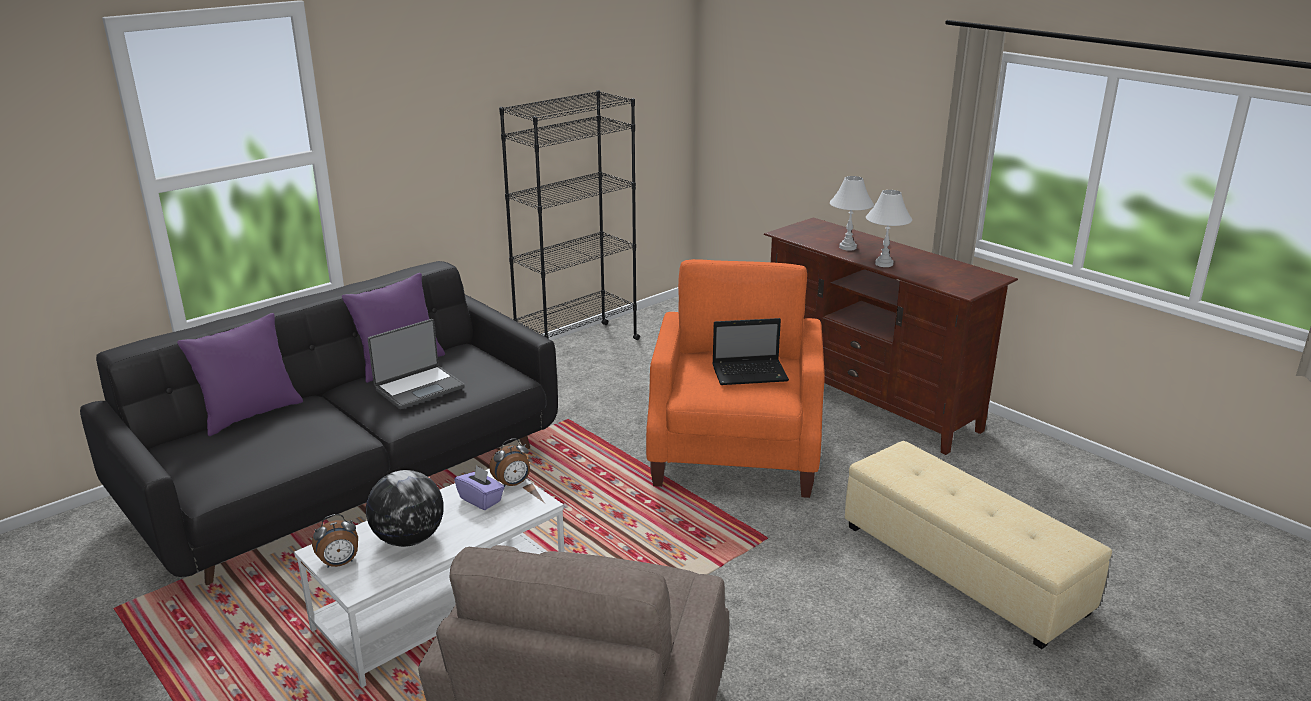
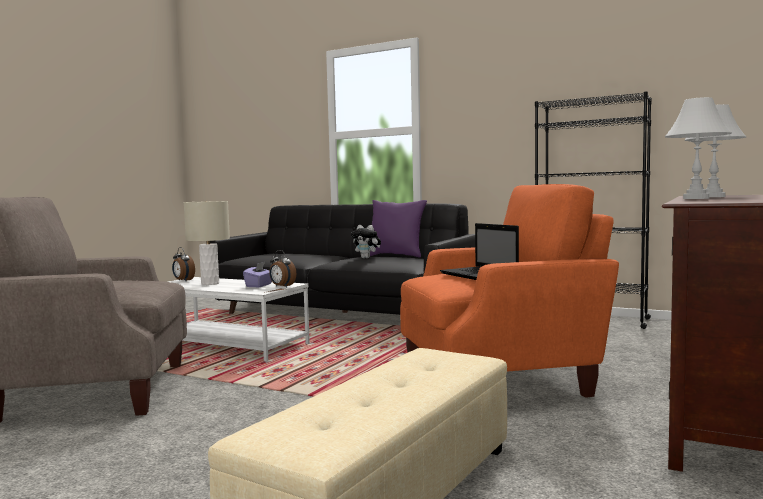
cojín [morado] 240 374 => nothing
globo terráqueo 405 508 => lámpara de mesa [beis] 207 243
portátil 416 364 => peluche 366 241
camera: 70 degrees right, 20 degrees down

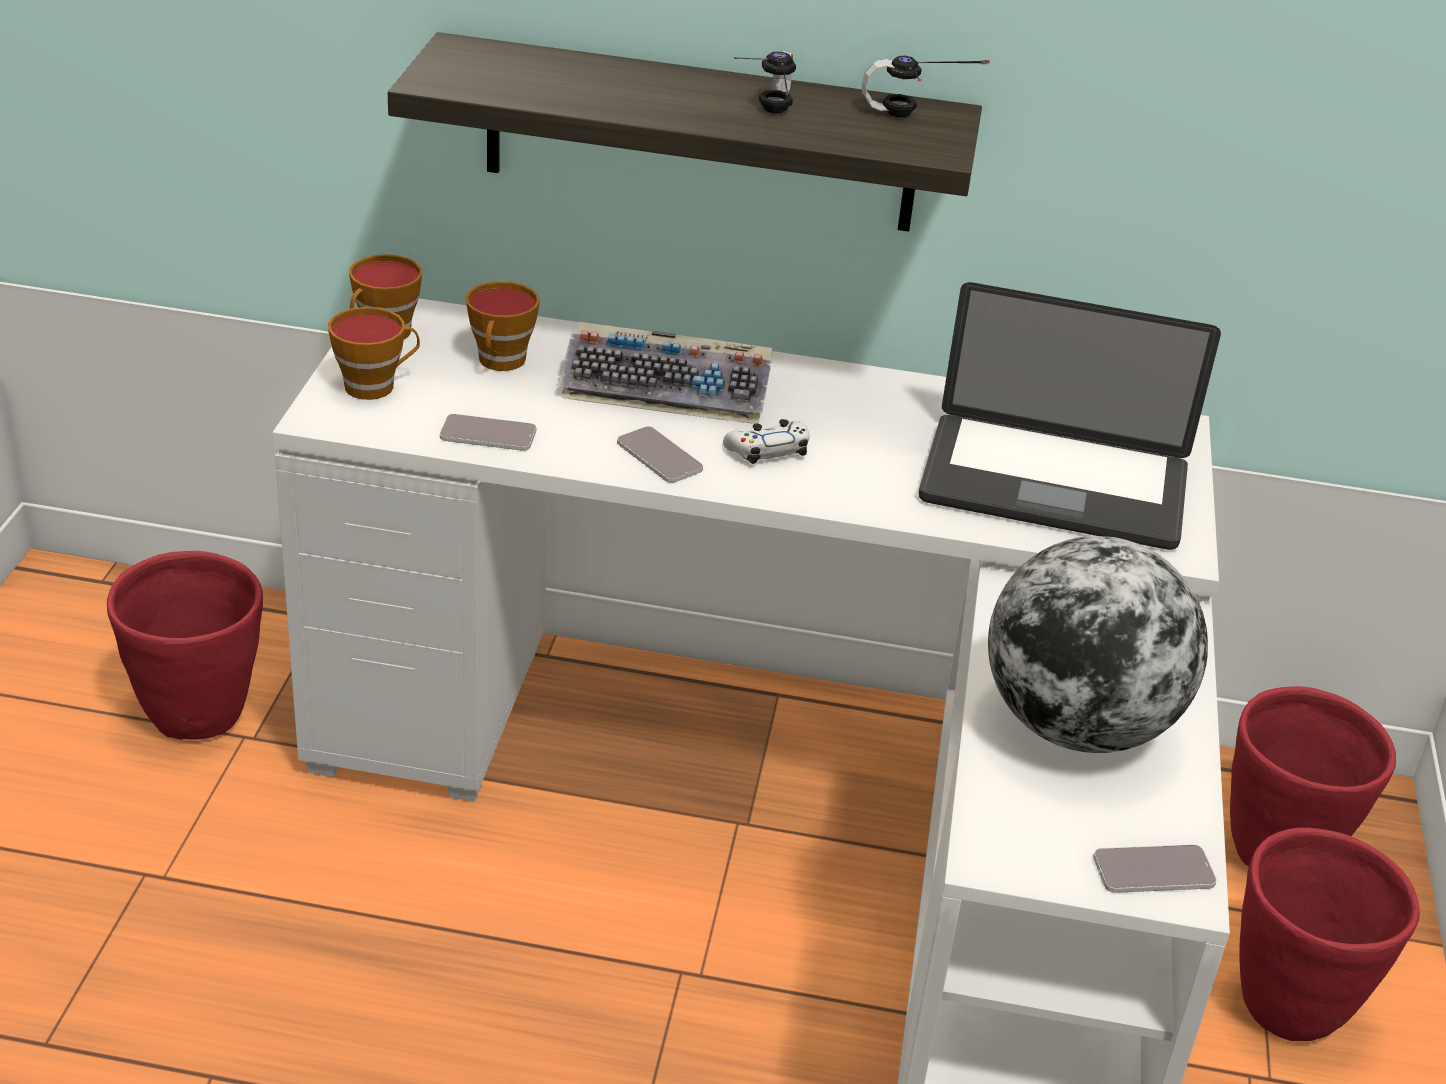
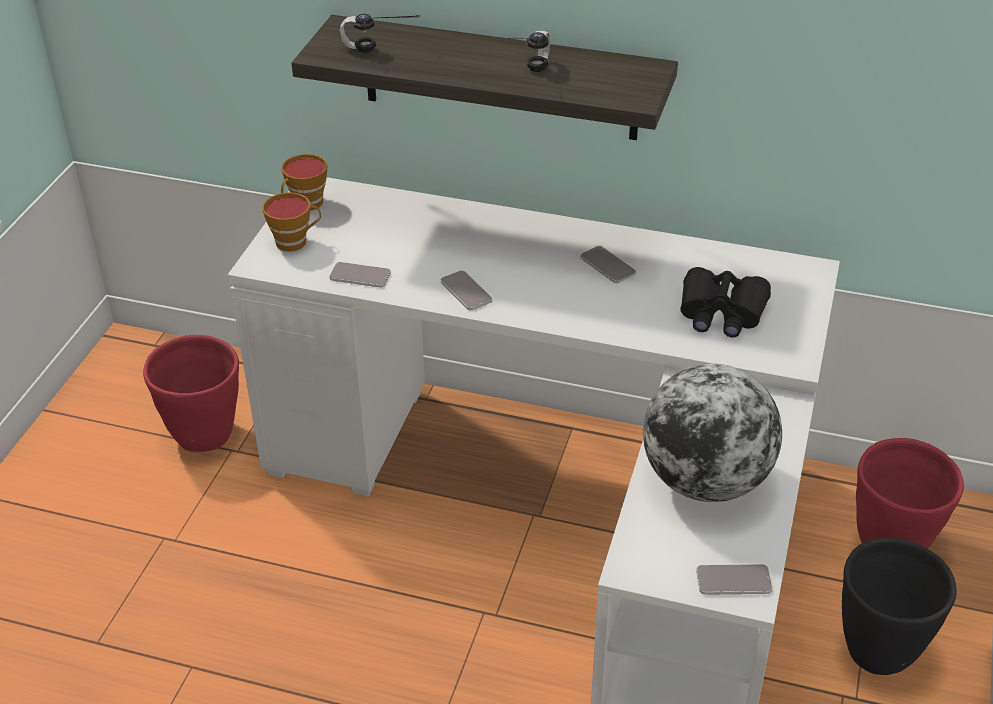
taza 502 326 => nothing
teclado 665 373 => nothing
mando de consola [blanco] 766 441 => nothing
auriculares 926 86 => auriculares 380 33, shifted
portátil 1070 416 => prismáticos [negro] 725 302
maceta [rojo] 1329 934 => maceta [negro] 899 606
nothing => móvil 608 264
camera: 10 degrees right, 5 degrees up

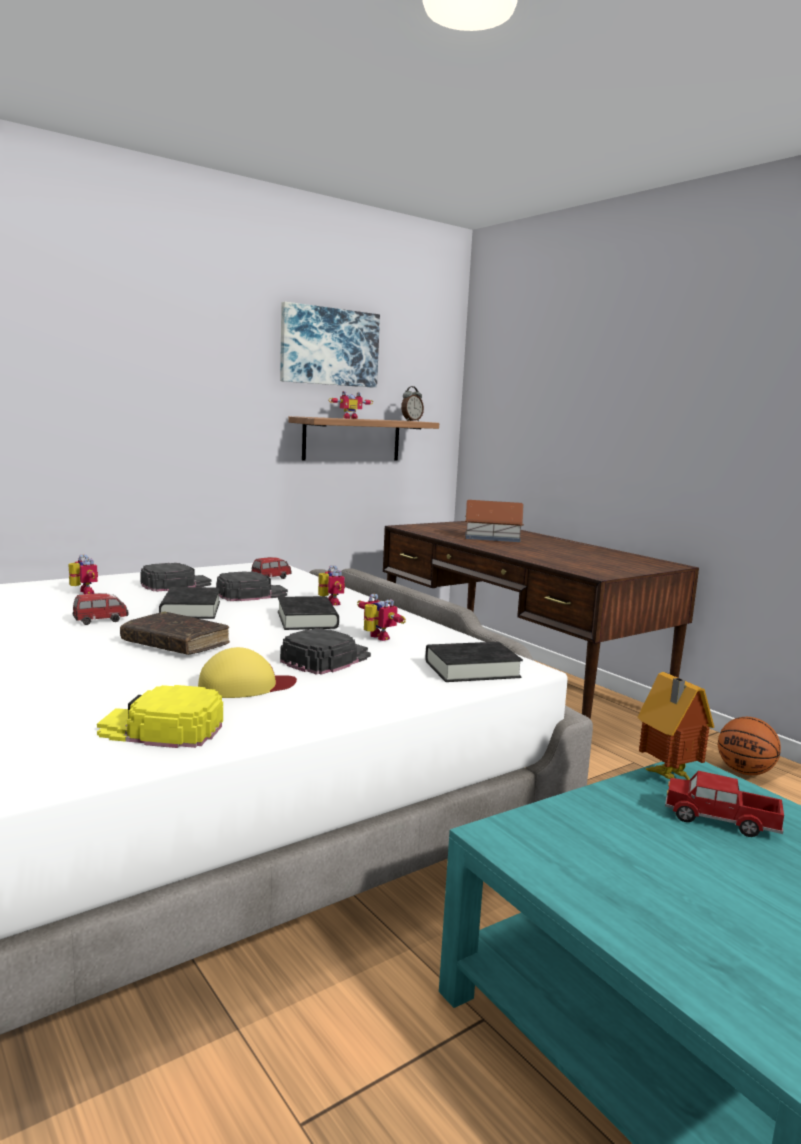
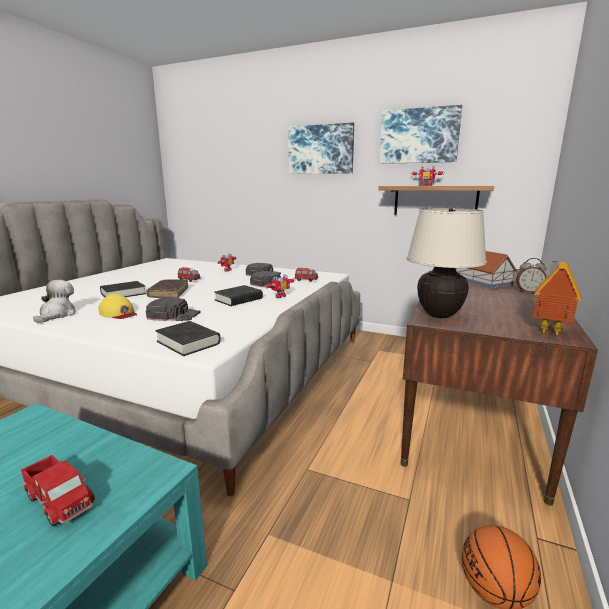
gorra [amarillo] 160 716 => peluche 54 301
libro [negro] 189 603 => libro [negro] 123 289, shifted
robot de juguete 381 617 => nothing
despertador 412 403 => despertador 531 275, shifted
casita 675 726 => casita 557 299, shifted
camión de juguete 724 804 => camión de juguete 58 491, 135 degrees clockwise
nothing => cuadro 321 148
nothing => lámpara de mesa [beis] 446 263
camera: 60 degrees right, 5 degrees up

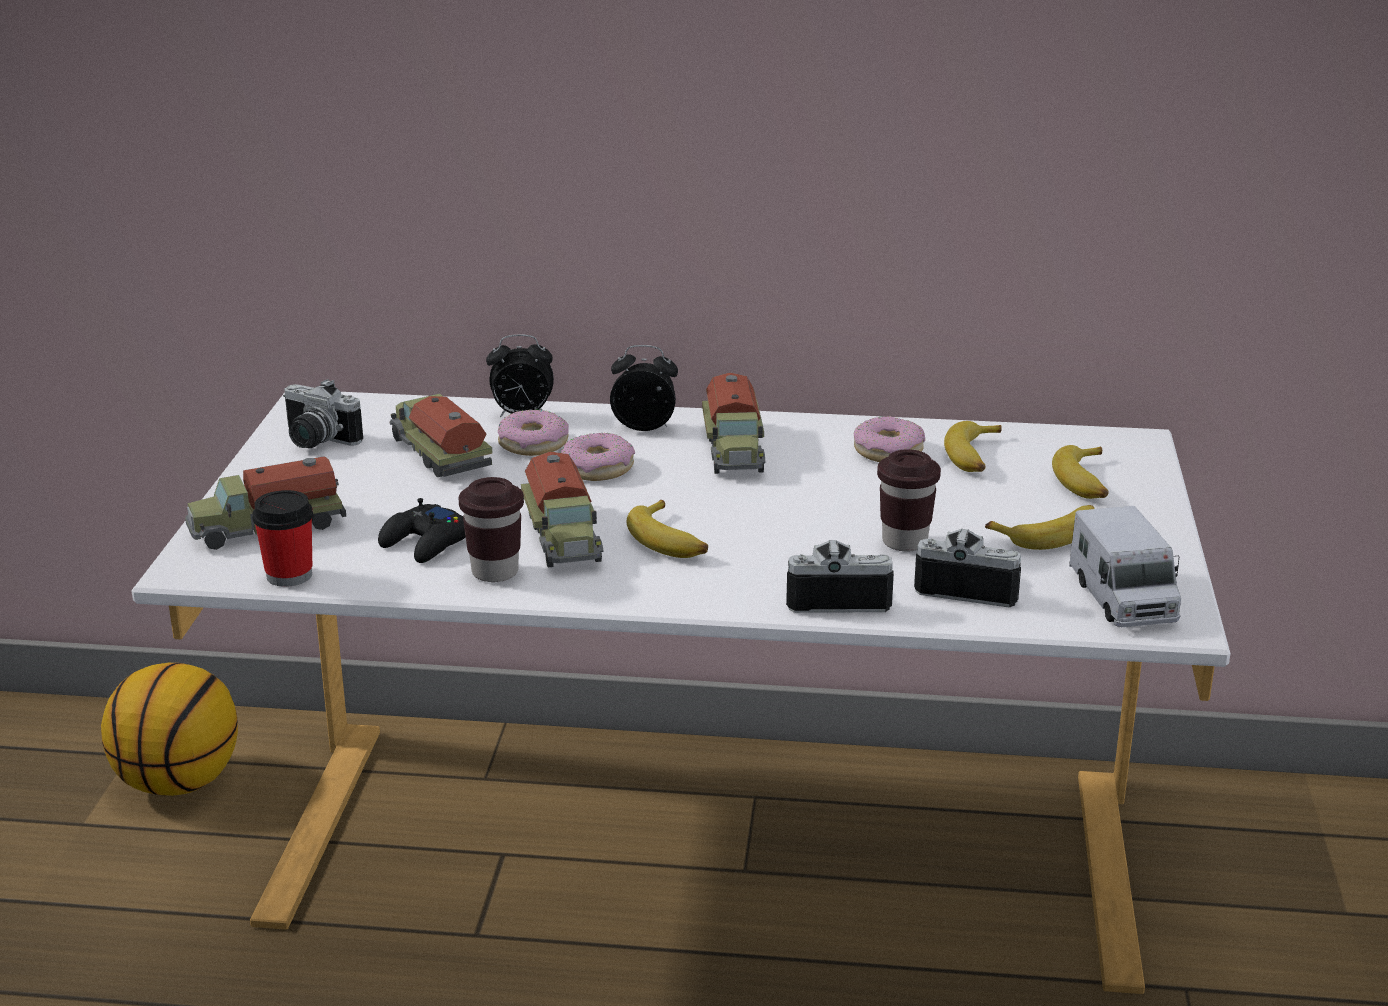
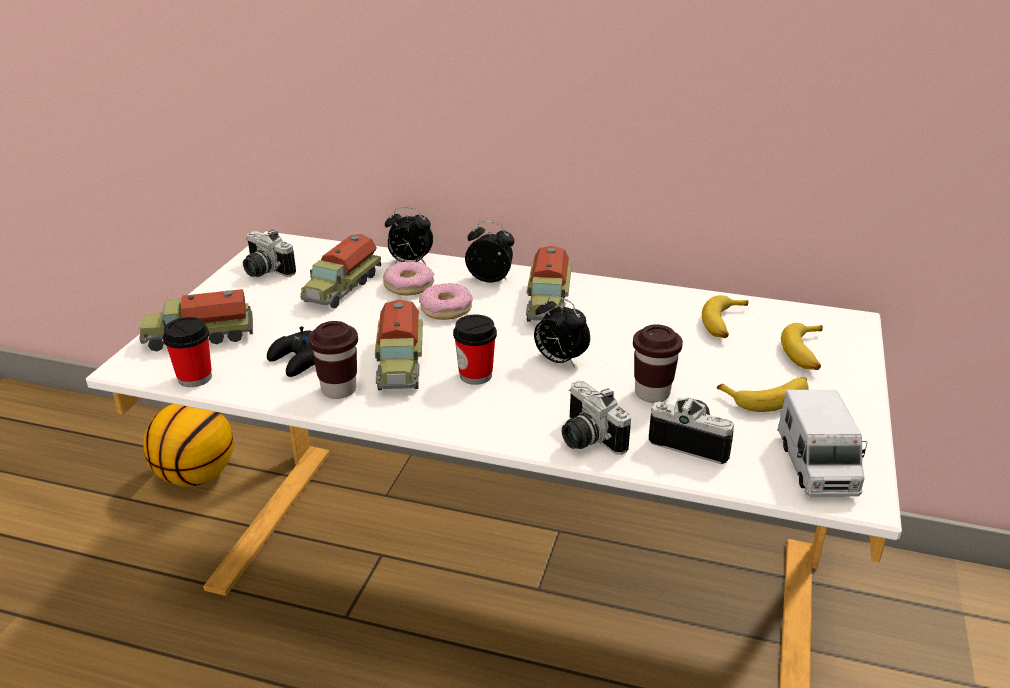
camión de juguete 440 435 => camión de juguete 340 271, 135 degrees counterclockwise
plátano 667 529 => taza 475 350
cámara 840 576 => cámara 596 418, 135 degrees counterclockwise
rosquilla 889 439 => nothing
nothing => despertador 562 332
camera: 10 degrees right, 5 degrees up

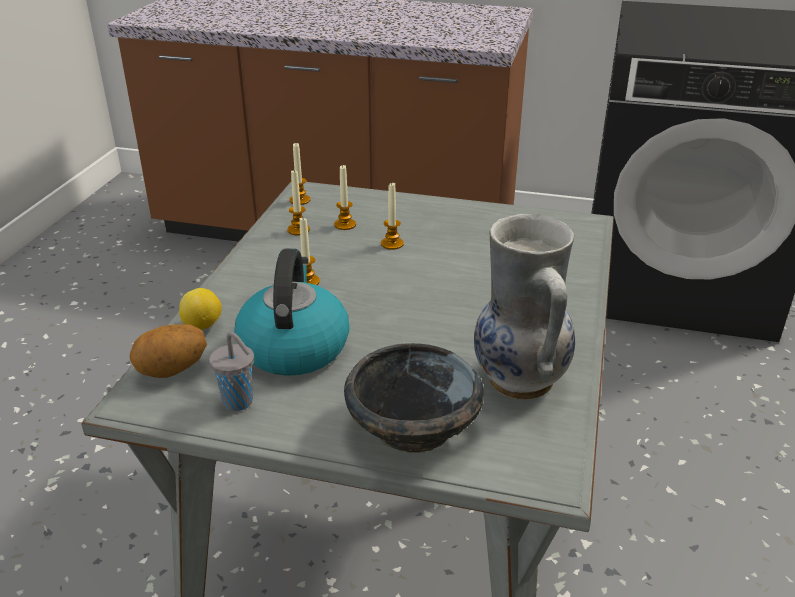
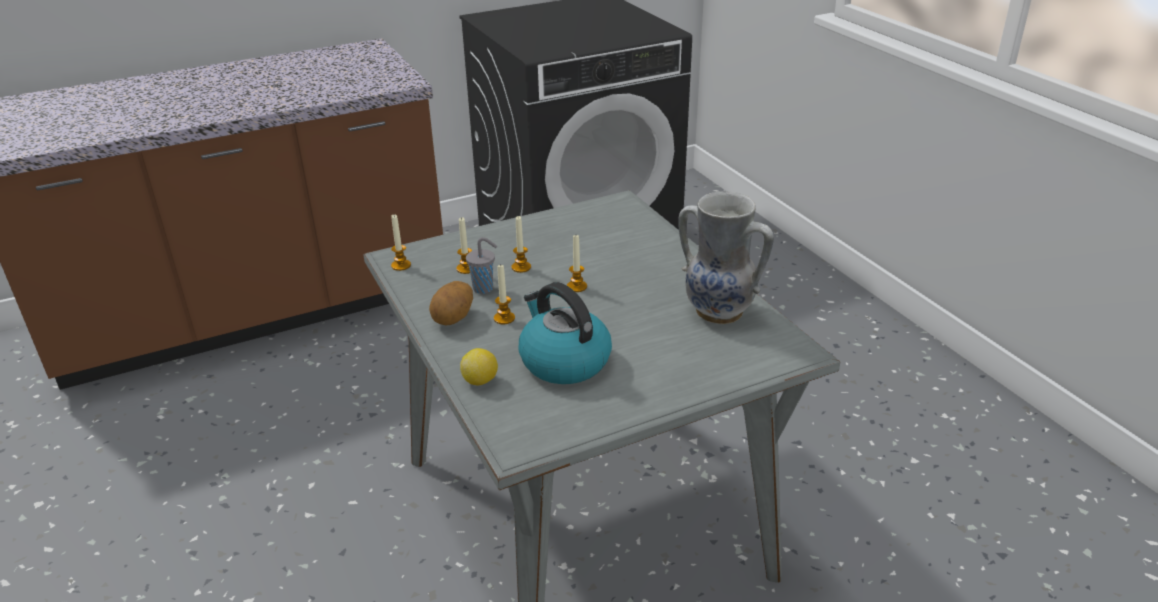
patata 168 351 => patata 451 303, shifted
taza [gris] 231 371 => taza [gris] 481 265, shifted
vela 298 203 => vela 577 263, shifted
cuenco [negro] 414 398 => nothing
camera: 40 degrees left, 0 degrees up

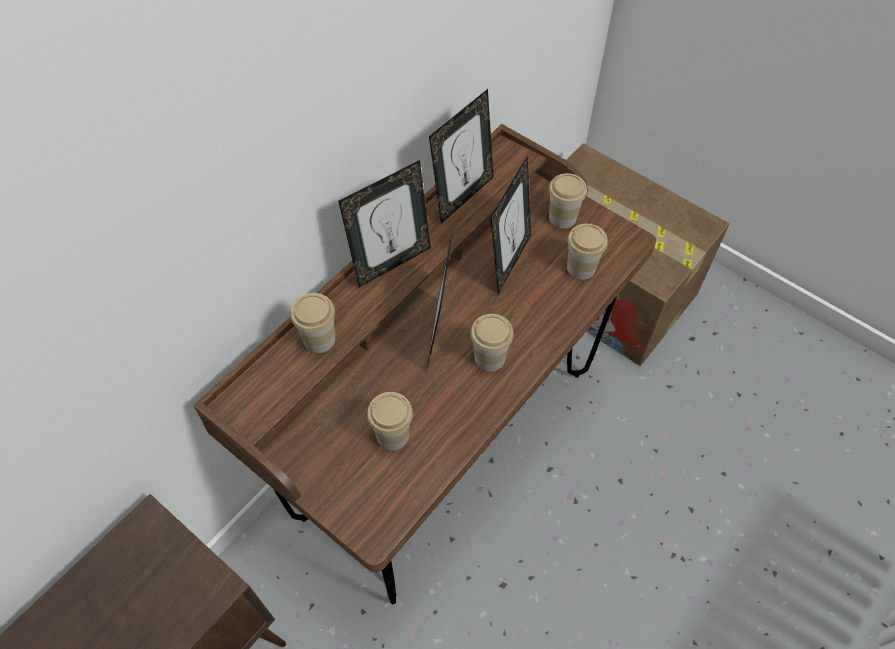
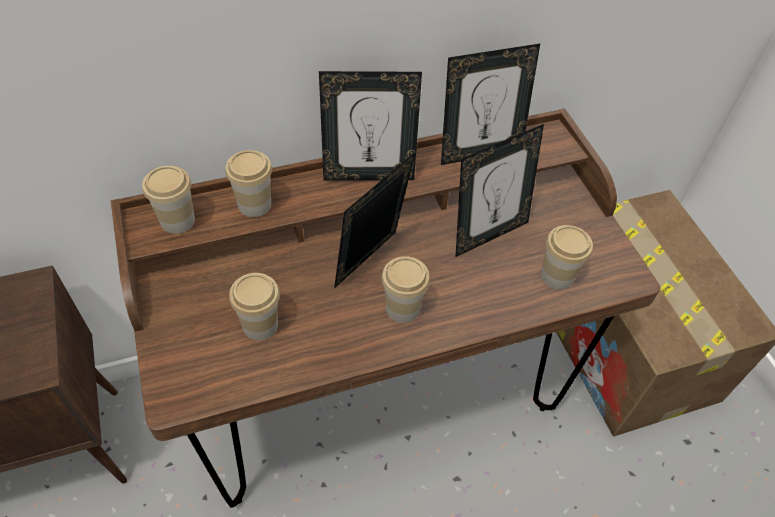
taza 568 201 => taza 168 200, shifted
camera: 30 degrees right, 5 degrees down

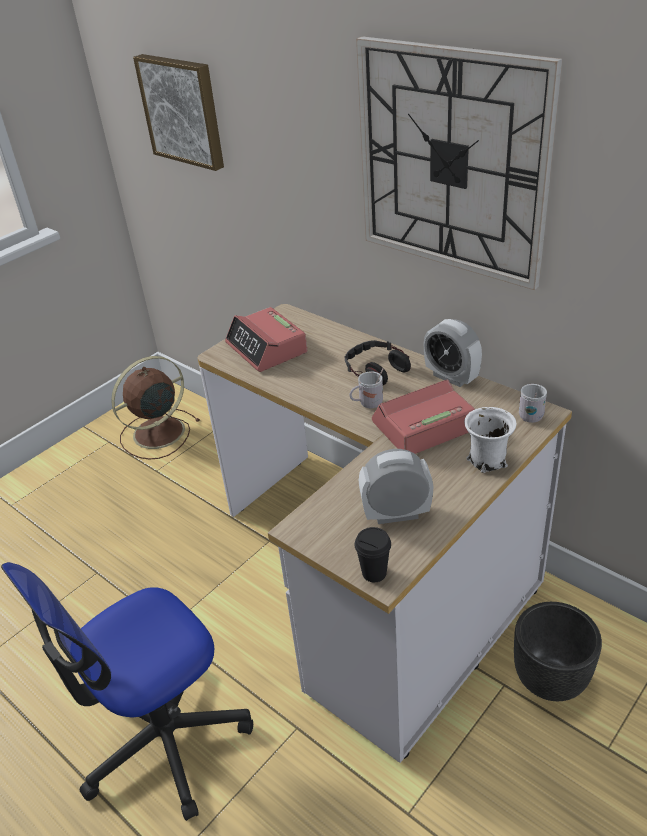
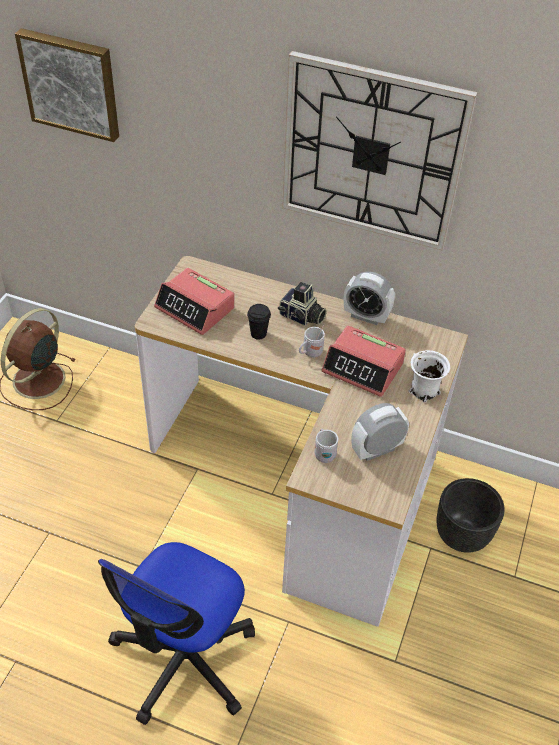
auriculares 378 362 => cámara 302 304
taza [negro] 372 554 => taza [negro] 259 322, shifted
despertador 423 416 => despertador 364 361, 105 degrees counterclockwise
taza grande [blanco] 533 403 => taza grande [blanco] 326 445, shifted
camera: 25 degrees left, 10 degrees up

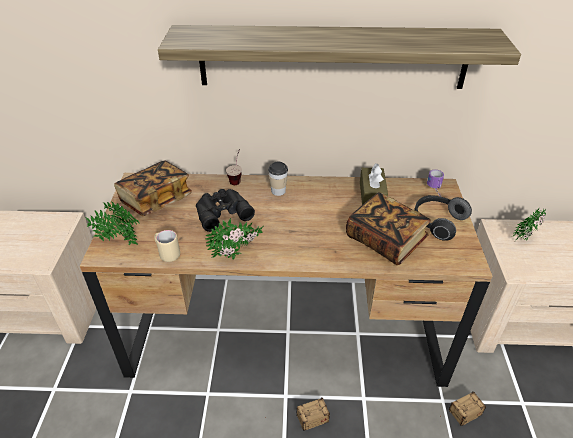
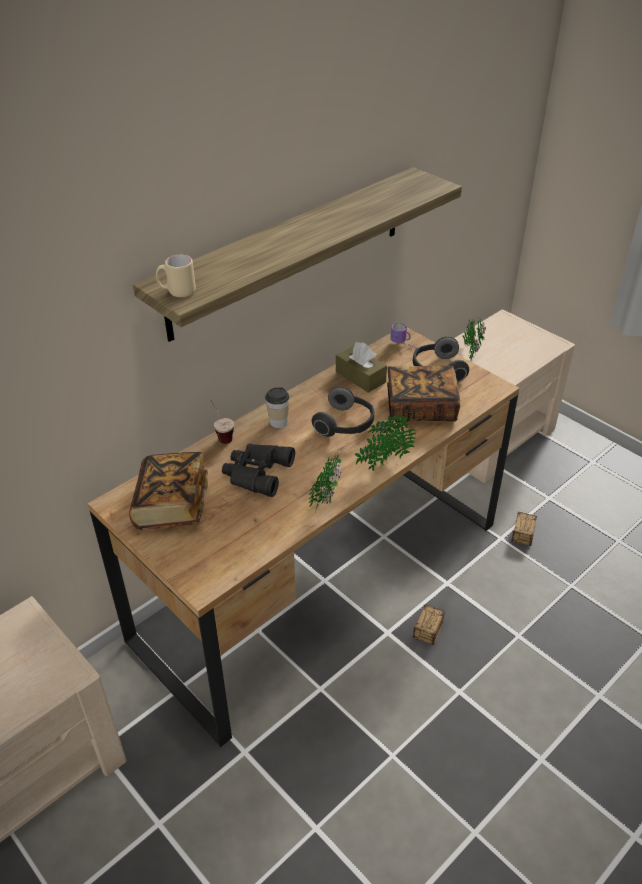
planta en maceta 112 223 => planta en maceta 385 442, shifted
taza grande [beis] 167 246 => taza grande [beis] 176 276, shifted
nothing => auriculares 343 412
camera: 45 degrees left, 0 degrees up

